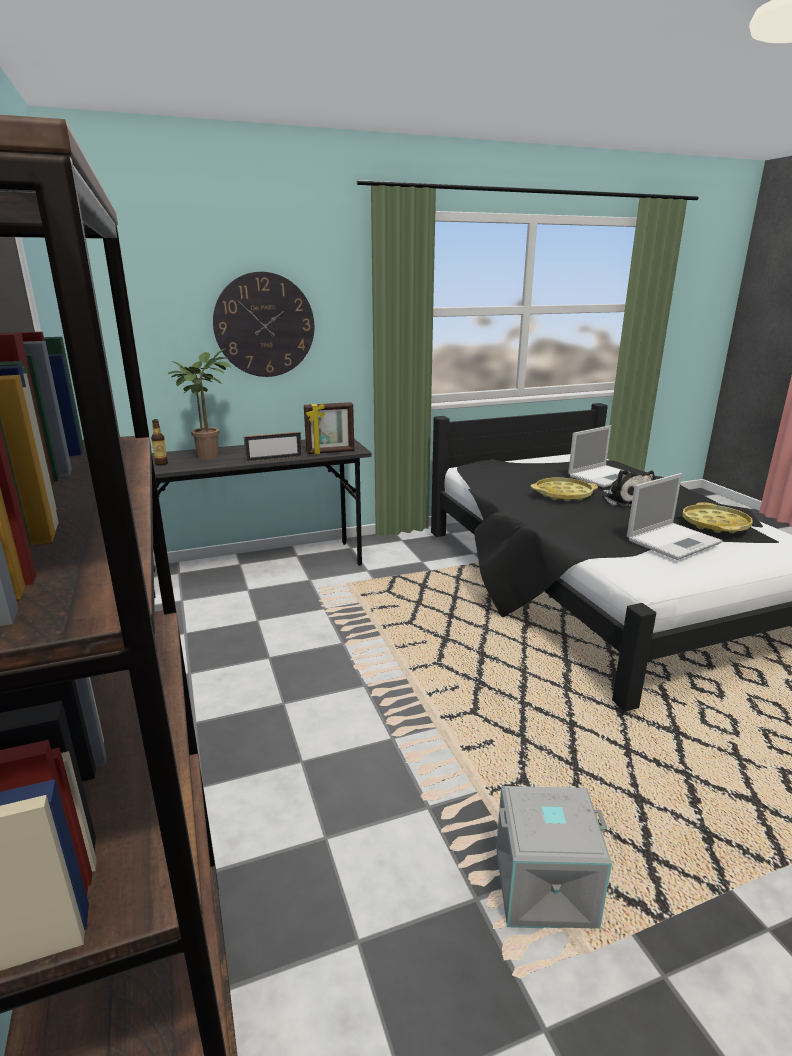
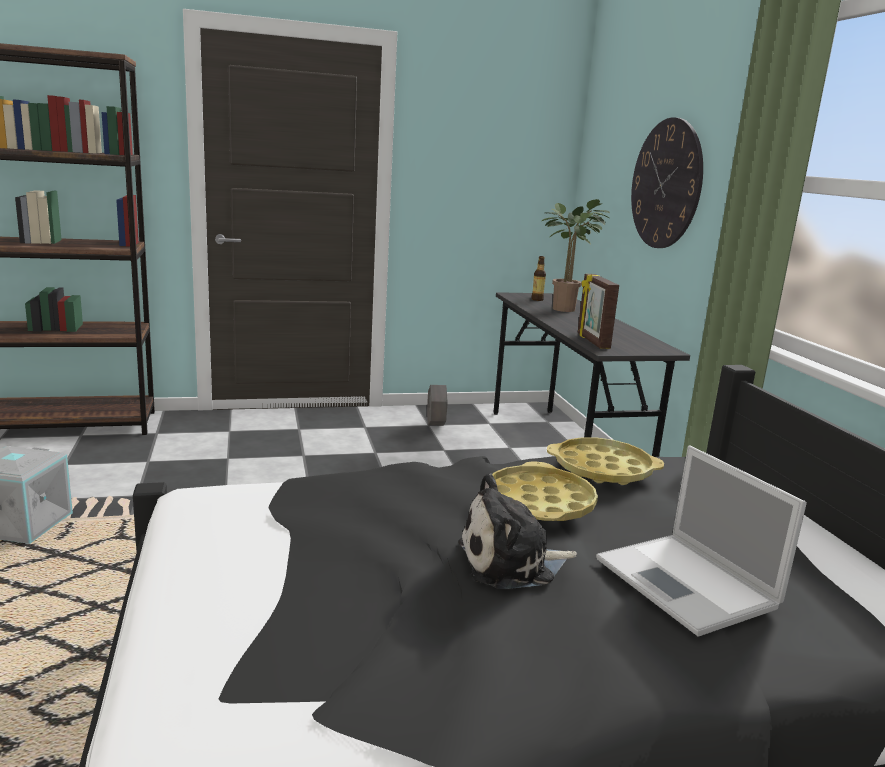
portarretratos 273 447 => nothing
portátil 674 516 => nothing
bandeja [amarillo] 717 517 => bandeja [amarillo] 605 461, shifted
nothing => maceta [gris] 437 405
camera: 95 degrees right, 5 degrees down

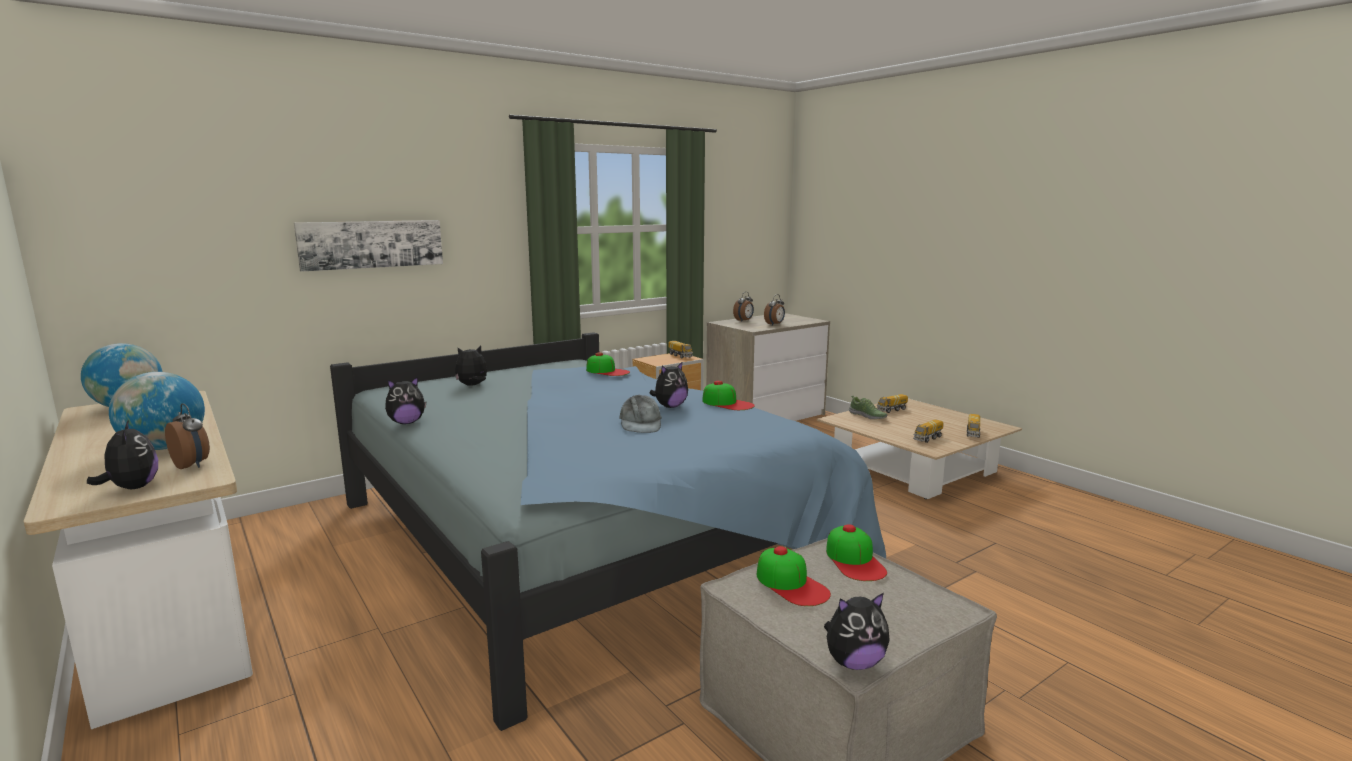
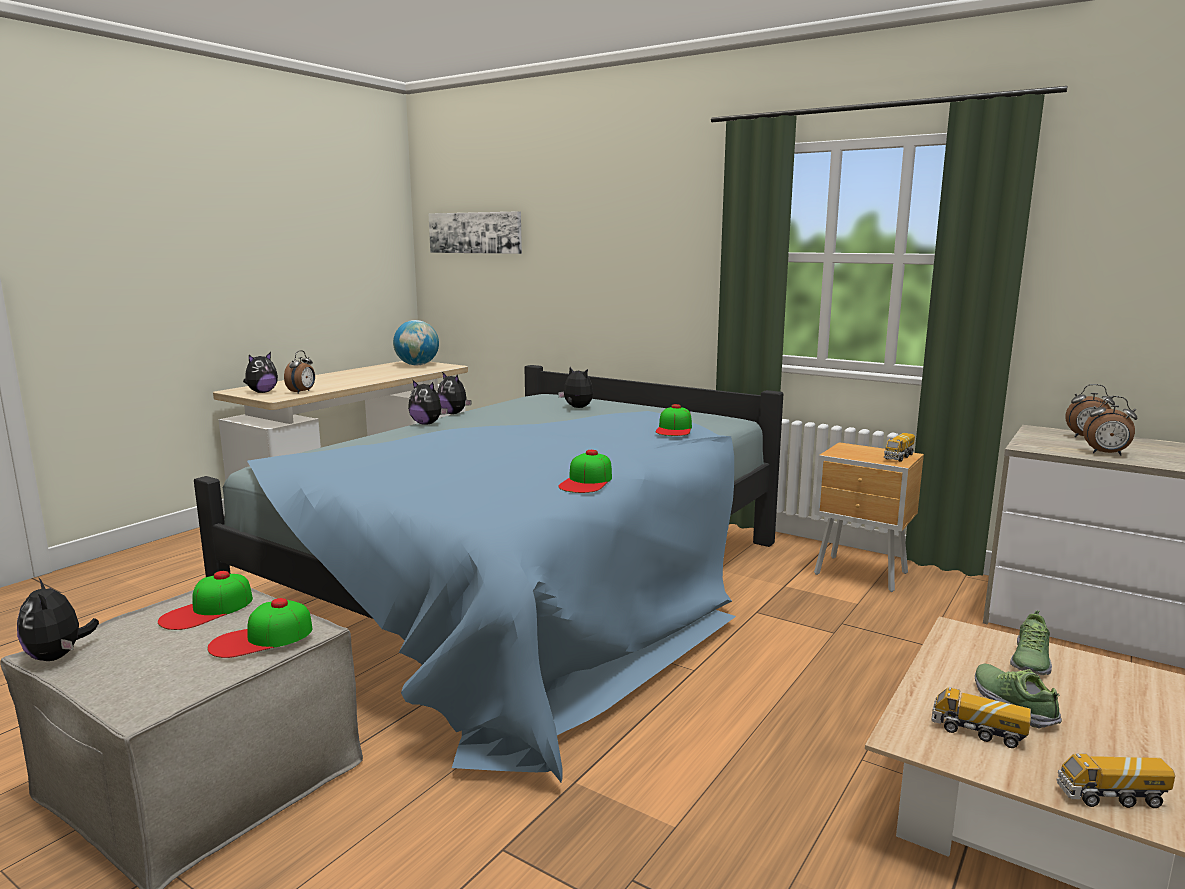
globo terráqueo 157 411 => nothing
cuadro 368 246 => cuadro 475 232, shifted
gorra [gris] 640 414 => nothing
peluche 668 384 => peluche 428 402, shifted
camión de juguete 892 403 => nothing
nothing => zapato 1018 696
camera: 70 degrees right, 0 degrees up

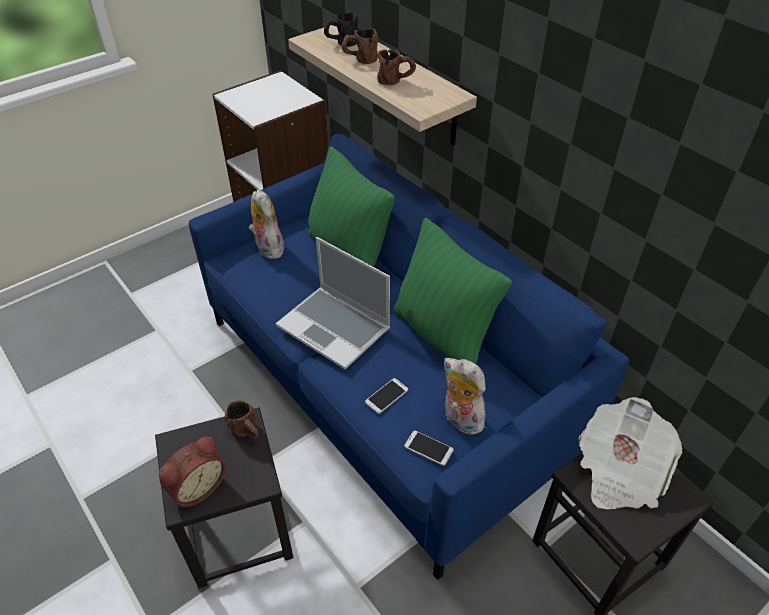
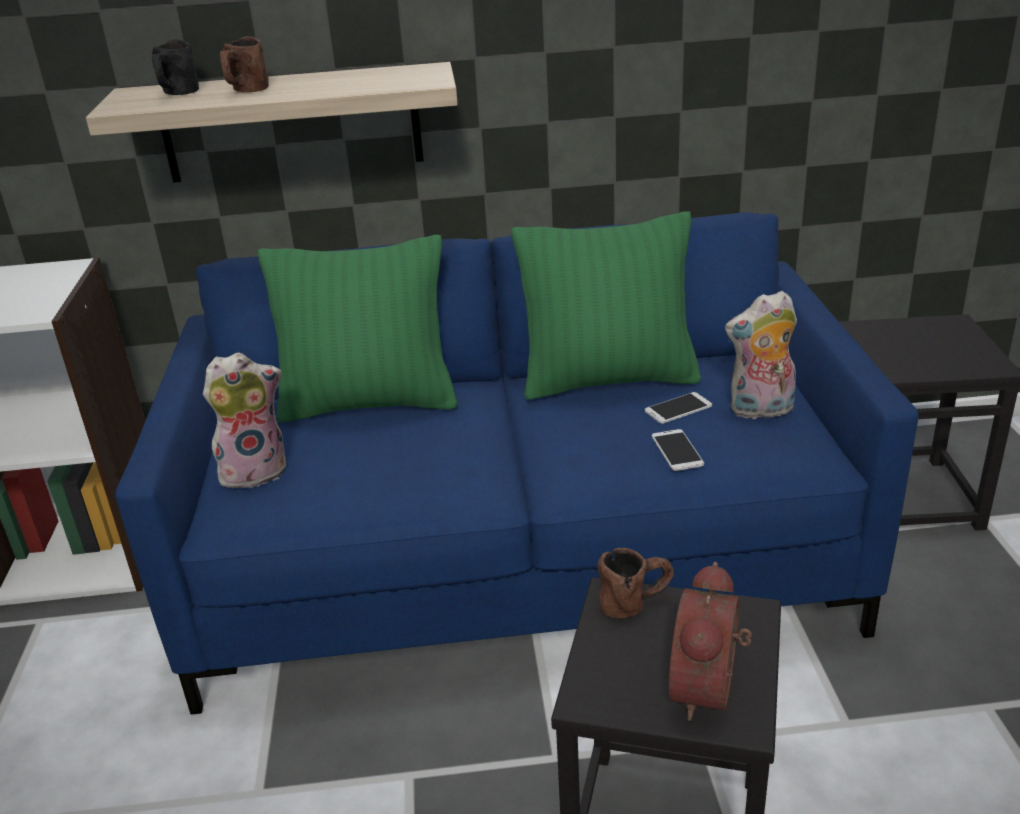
despertador 192 472 => despertador 710 641, 150 degrees counterclockwise
peluche 266 224 => peluche 244 420, 150 degrees clockwise
portátil 333 303 => nothing
taza grande [marrón] 396 67 => nothing
móvil 429 448 => móvil 678 408, shifted
periódico 630 453 => nothing
camera: 55 degrees left, 15 degrees down

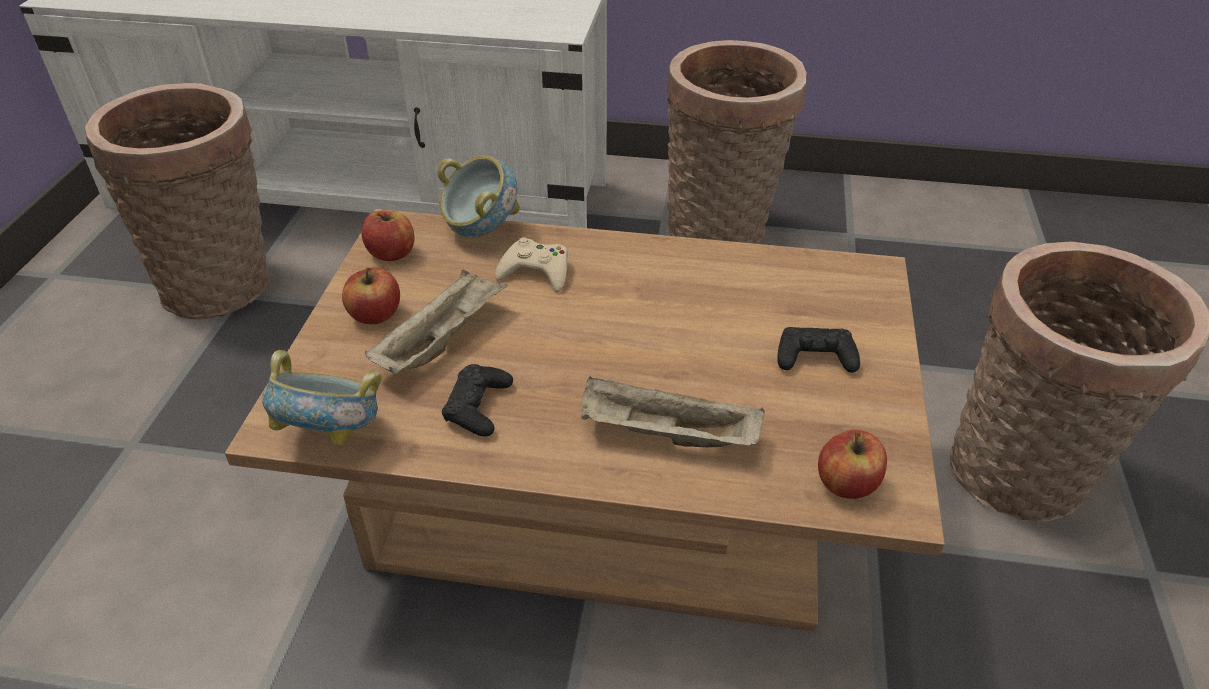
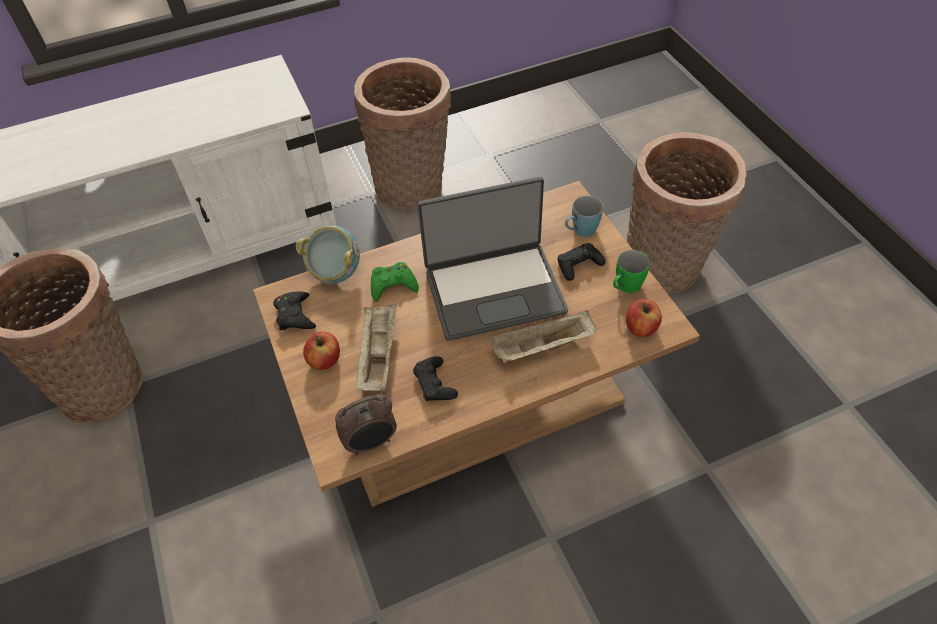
cuenco 321 397 => despertador 366 425
manzana 388 235 => mando de consola [negro] 294 311
mando de consola [beis] 531 264 => mando de consola [verde] 395 282
nothing => portátil 492 259
nothing => taza grande [azul] 584 216
nothing => taza grande [verde] 631 271
camera: 30 degrees left, 10 degrees up

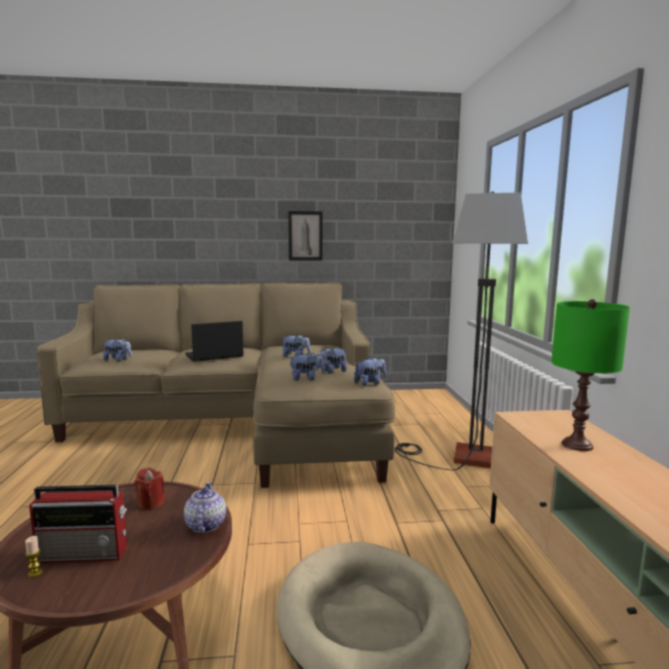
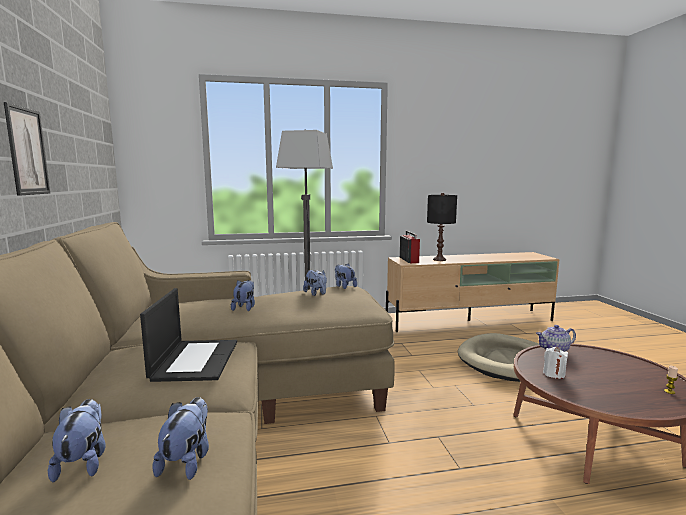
radio 78 524 => radio 410 247, shifted
vela [rojo] 149 489 => vela [blanco] 555 363
portátil 214 341 => portátil 188 335, 150 degrees counterclockwise
peluche 307 366 => peluche 77 440, shifted
lámpara de mesa [verde] 590 375 => lámpara de mesa [negro] 442 227
camera: 95 degrees left, 0 degrees up

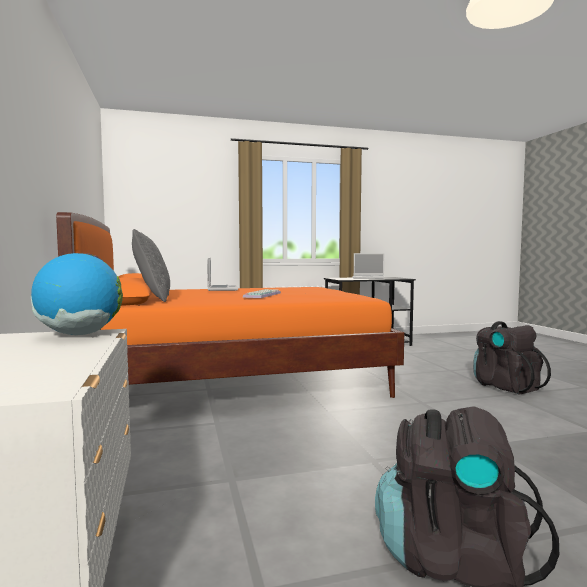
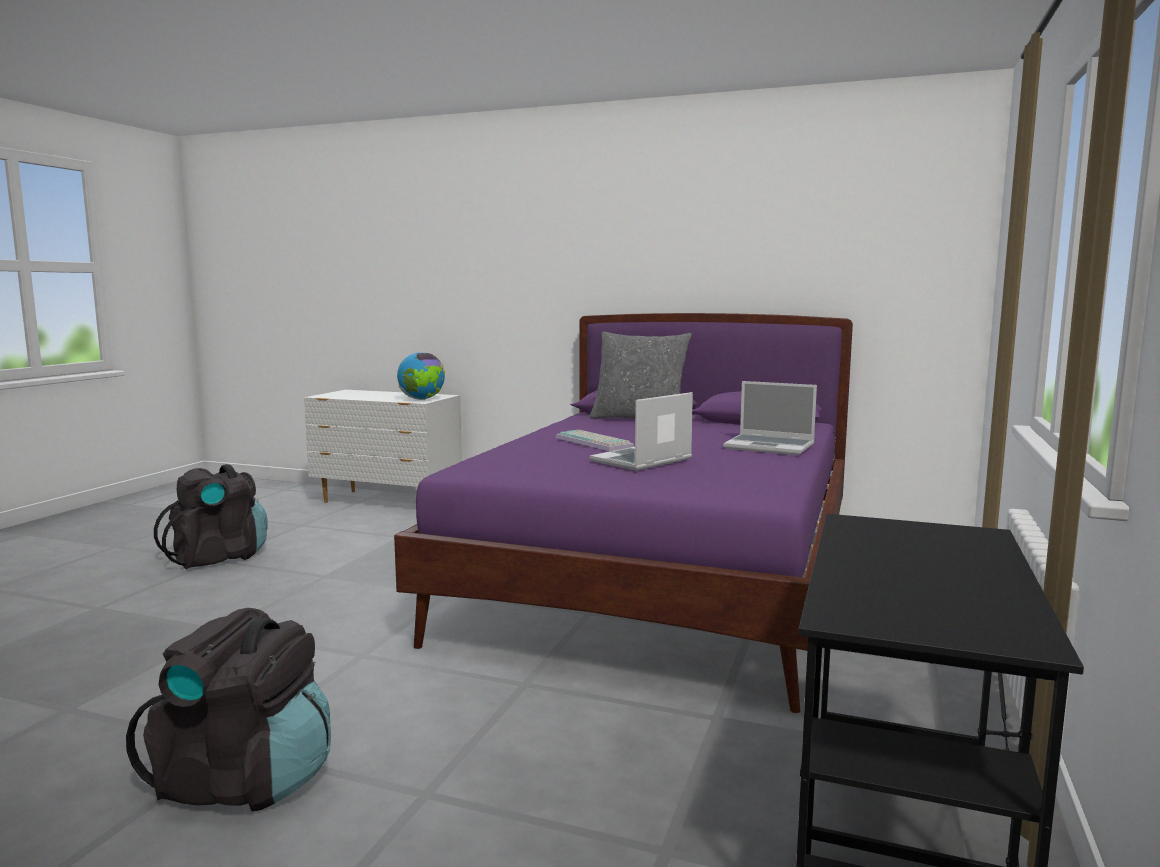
cama [naranja] 230 305 => cama [morado] 623 513
portátil 368 266 => portátil 641 431, shifted
camera: 125 degrees right, 5 degrees up

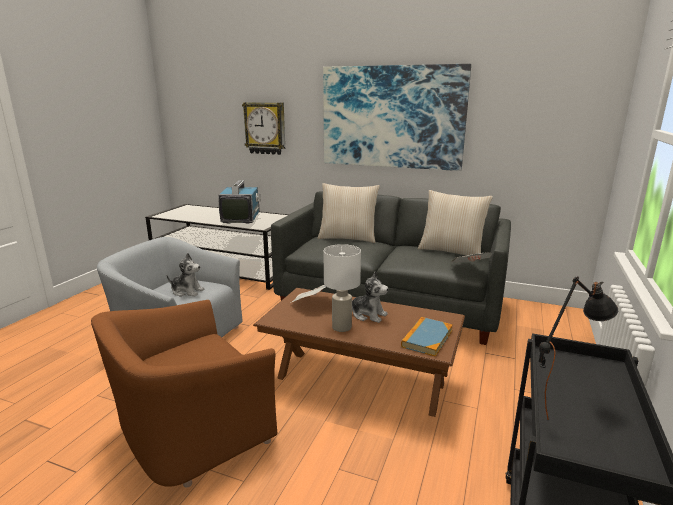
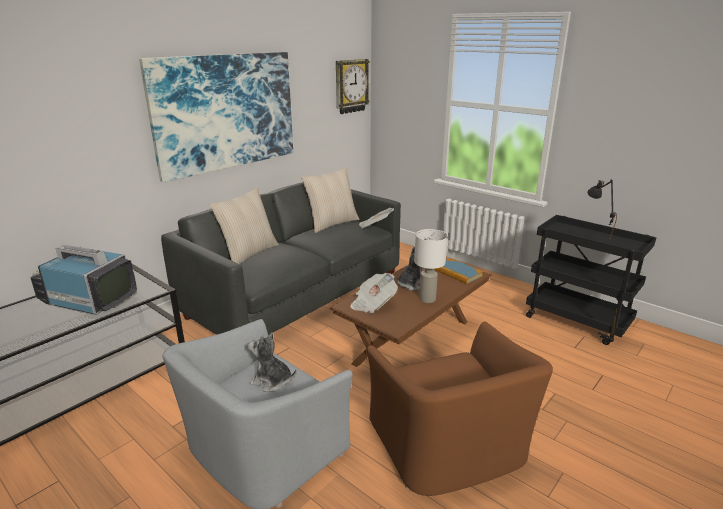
peluche 185 275 => peluche 272 362, 105 degrees counterclockwise
reloj de pared 263 128 => reloj de pared 353 86, shifted
camera: 70 degrees left, 5 degrees up

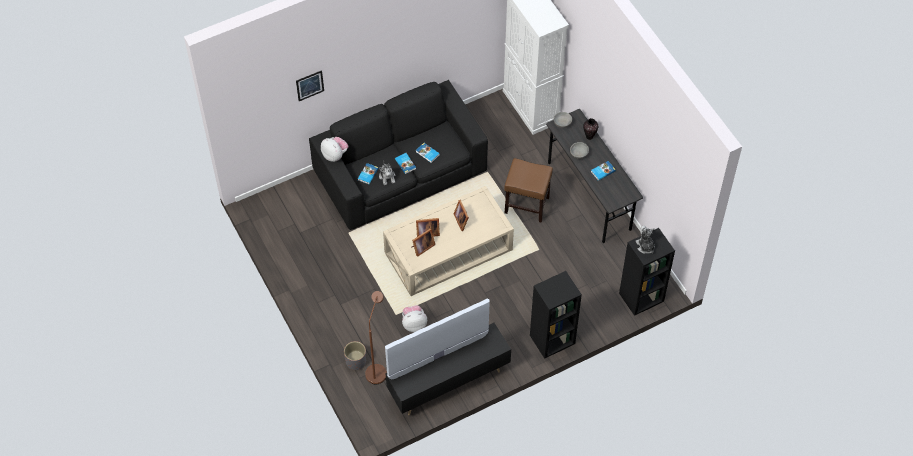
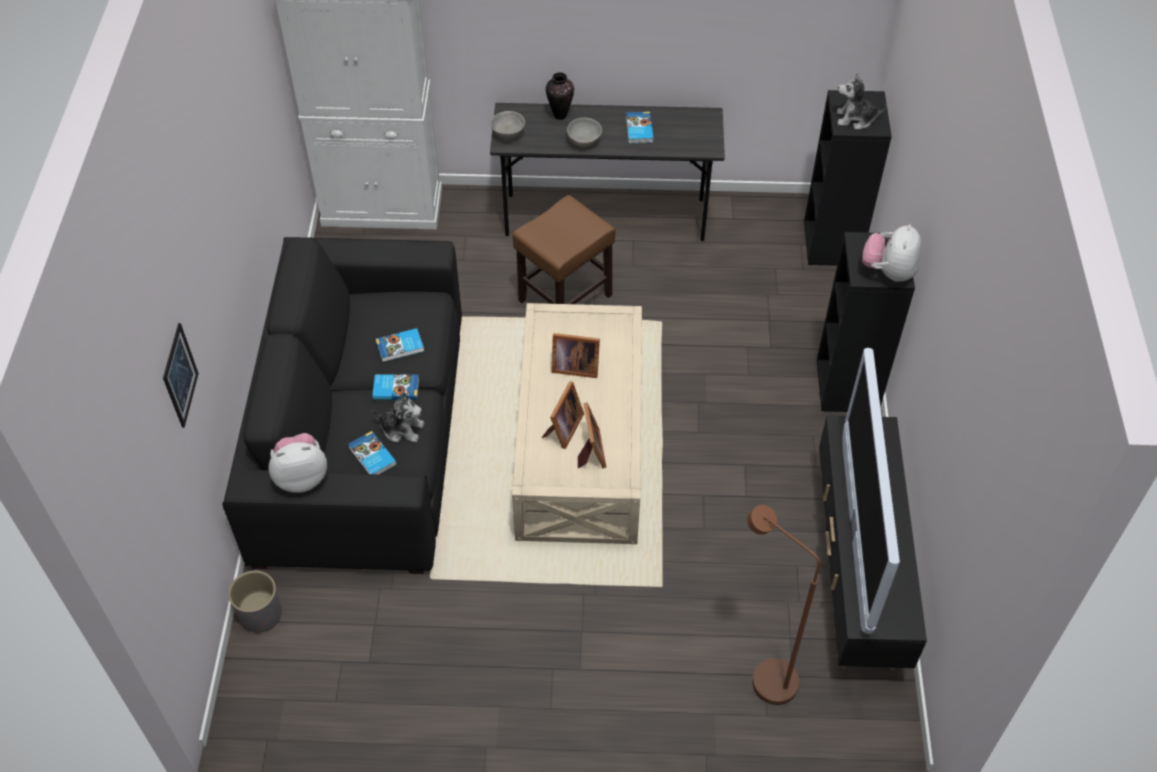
maceta [gris] 355 355 => maceta [gris] 255 601, shifted
peluche 414 318 => peluche 891 253, shifted
camera: 60 degrees left, 5 degrees down

